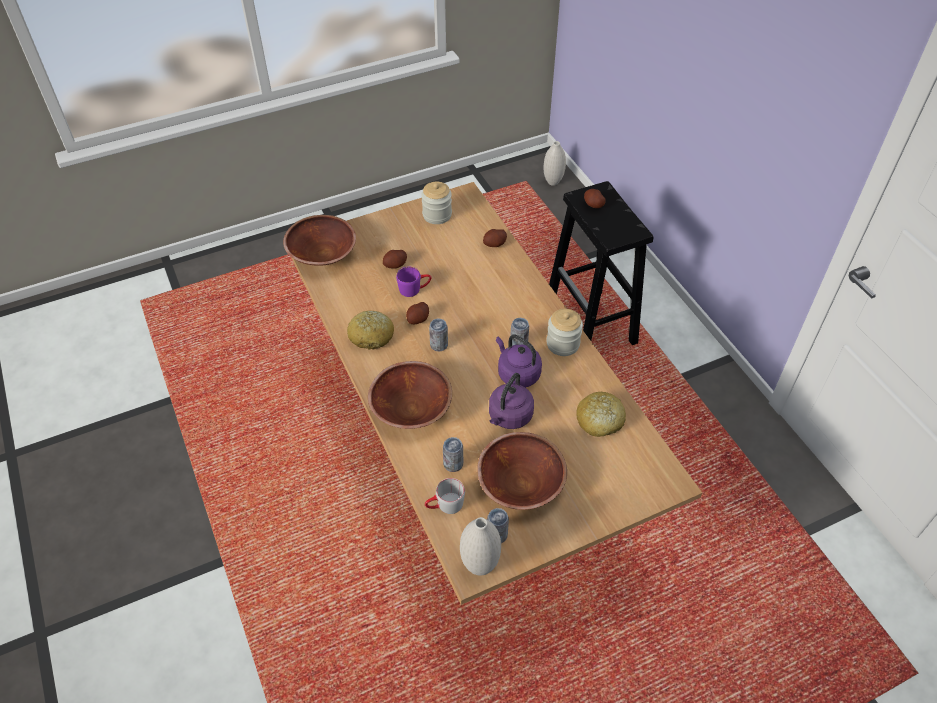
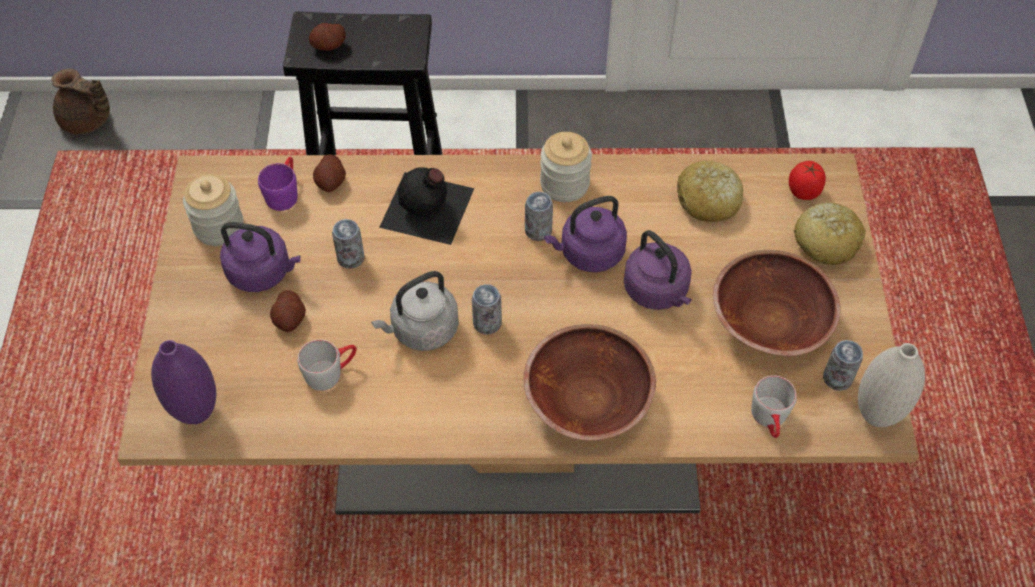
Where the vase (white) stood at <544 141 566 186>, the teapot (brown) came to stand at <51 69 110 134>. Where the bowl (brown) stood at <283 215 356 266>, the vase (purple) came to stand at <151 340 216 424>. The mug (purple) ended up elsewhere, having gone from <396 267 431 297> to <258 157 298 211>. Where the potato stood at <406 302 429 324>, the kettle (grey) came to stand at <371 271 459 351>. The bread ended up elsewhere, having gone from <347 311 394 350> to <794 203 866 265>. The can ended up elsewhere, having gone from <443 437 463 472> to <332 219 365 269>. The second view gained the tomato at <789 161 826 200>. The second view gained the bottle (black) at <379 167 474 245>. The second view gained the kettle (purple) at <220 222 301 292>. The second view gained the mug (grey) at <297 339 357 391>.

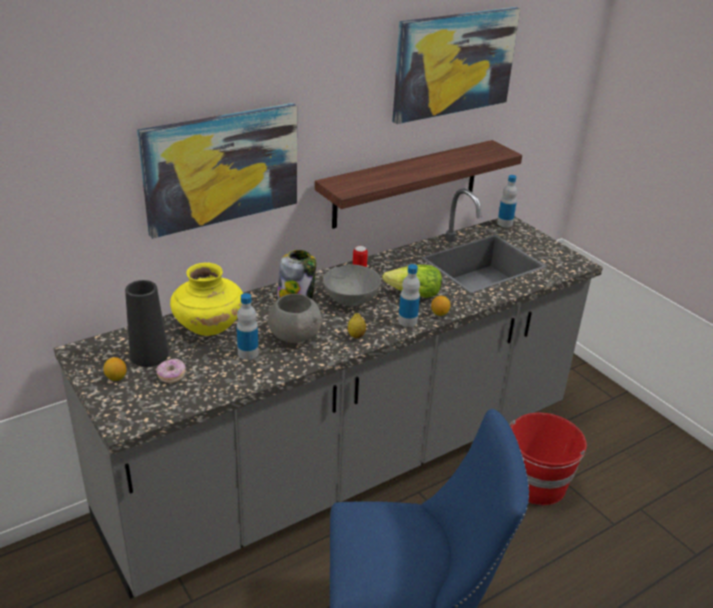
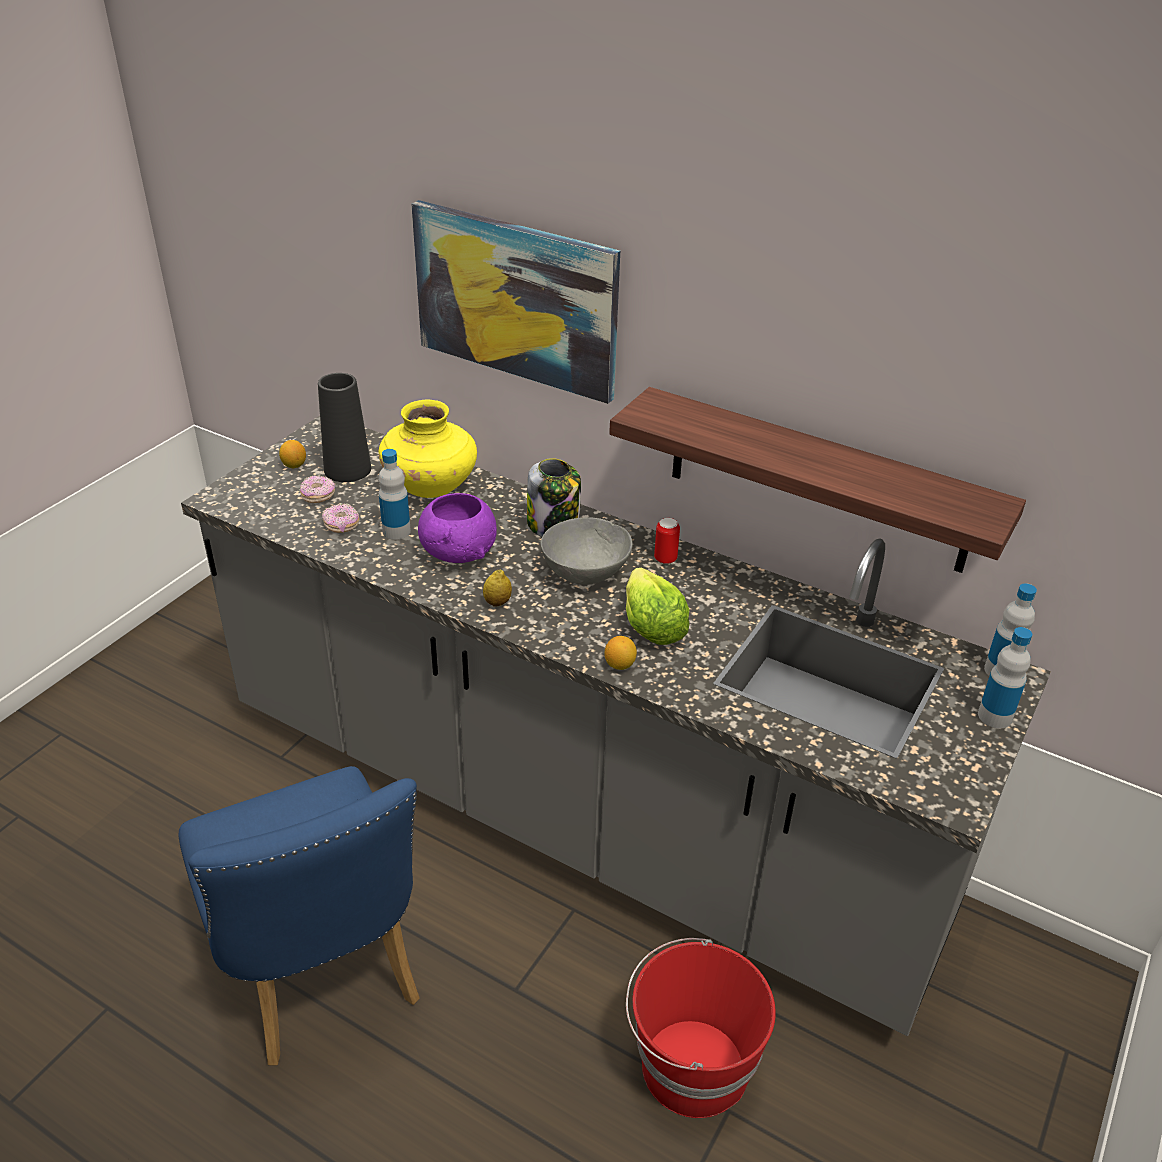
The second view lost the picture at <392 7 520 124>. The bottle ended up elsewhere, having gone from <398 264 420 327> to <978 627 1032 728>. What was the bowl (grey) at <268 294 323 343> turned into the bowl (purple) at <418 493 497 563>. The second view gained the donut at <322 503 359 533>.

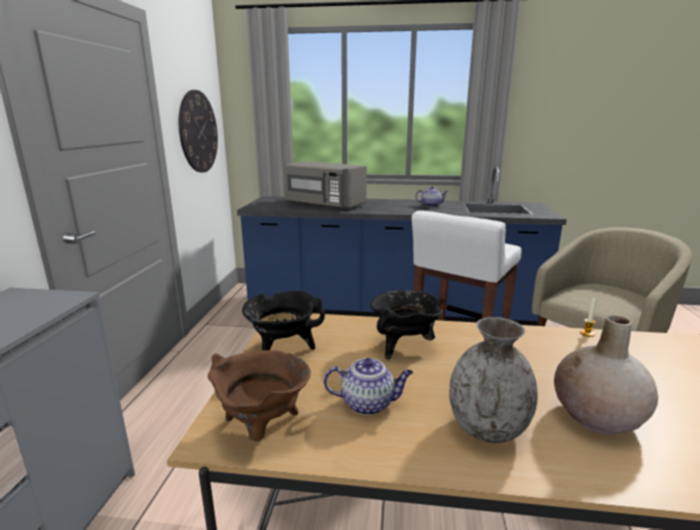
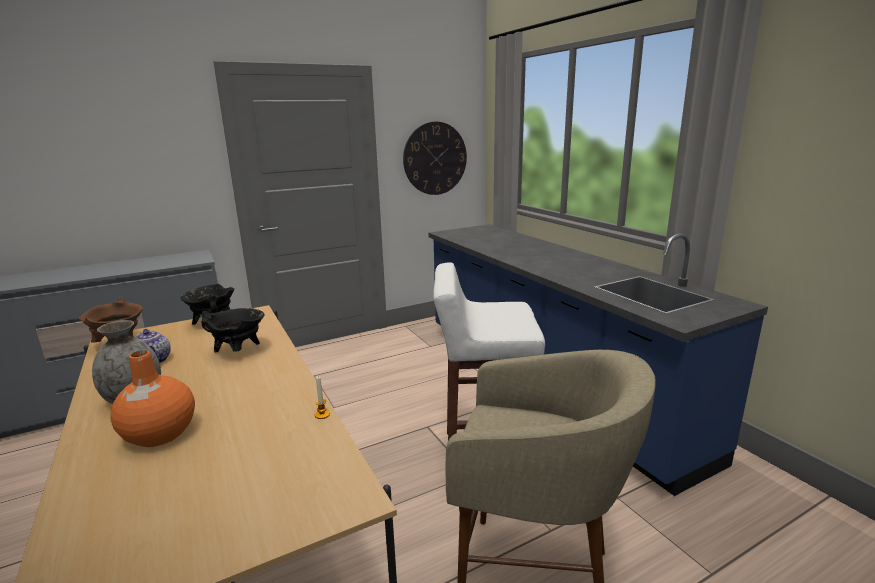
The second view lost the microwave (grey) at <284 161 367 210>. The second view lost the teapot at <415 186 448 207>. What was the vase (beige) at <554 315 658 435> turned into the vase (orange) at <110 350 195 447>.

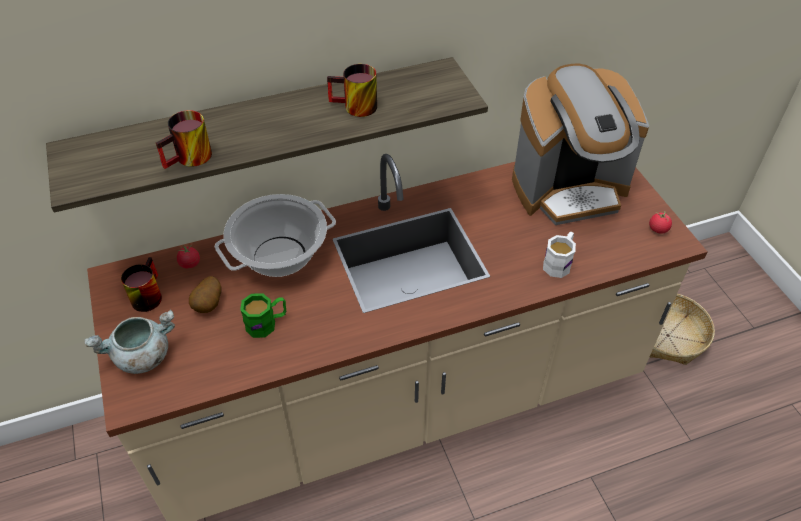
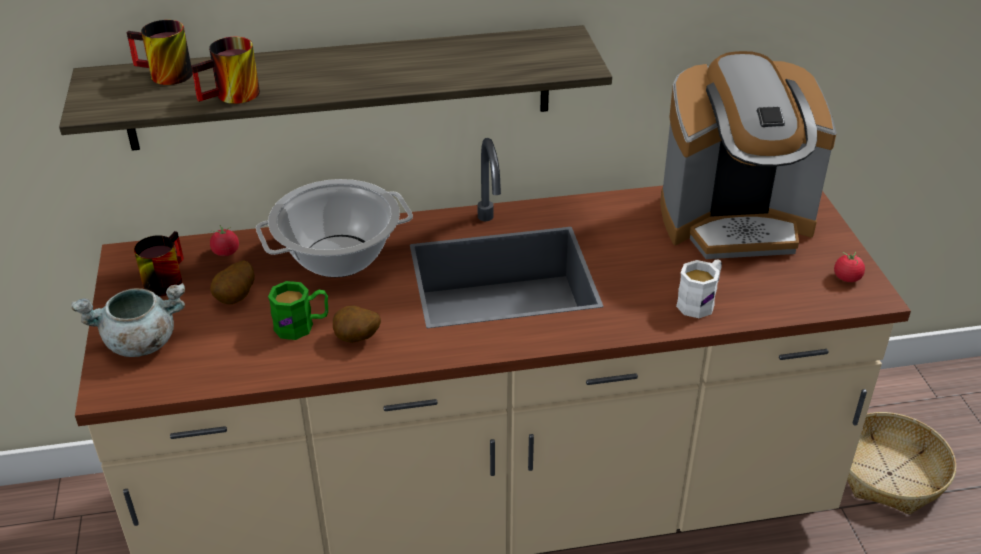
The mug ended up elsewhere, having gone from <327 64 377 117> to <126 20 193 85>. The second view gained the potato at <333 306 381 343>.

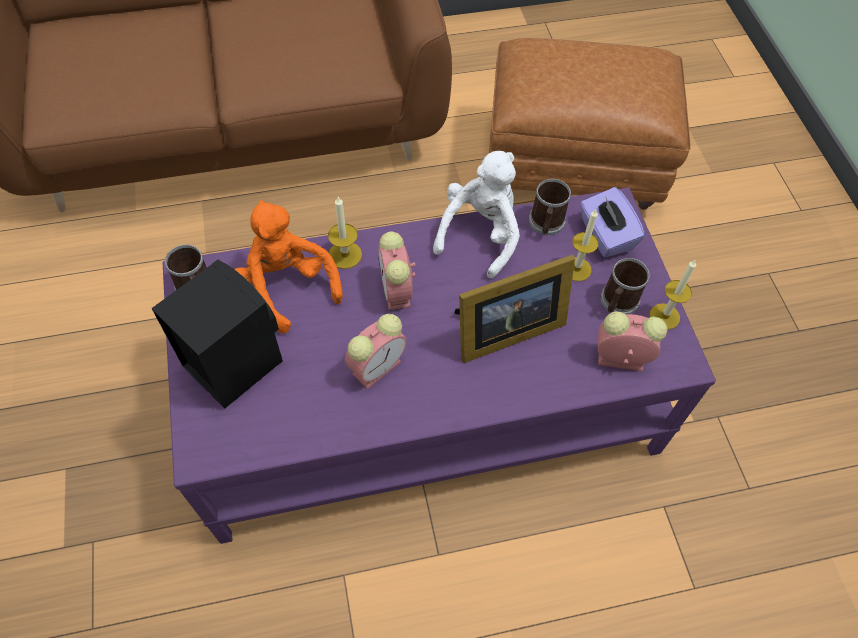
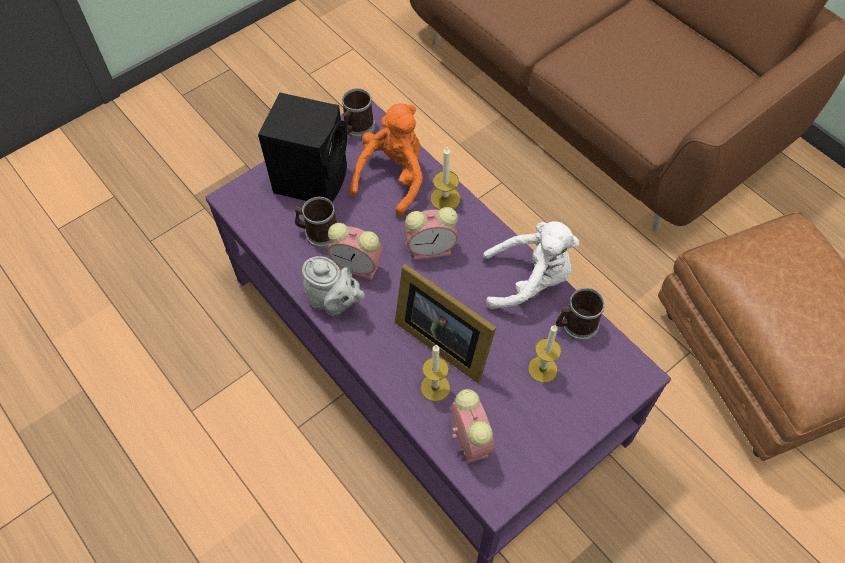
The second view lost the tissue box (purple) at <580 187 645 258>. The alarm clock at <378 232 416 311> ended up facing another way, 150 degrees counterclockwise from before. The mug ended up elsewhere, having gone from <601 258 650 314> to <294 197 337 248>. The candle ended up elsewhere, having gone from <650 259 696 330> to <421 345 450 402>. The second view gained the teapot (grey) at <302 256 365 316>.

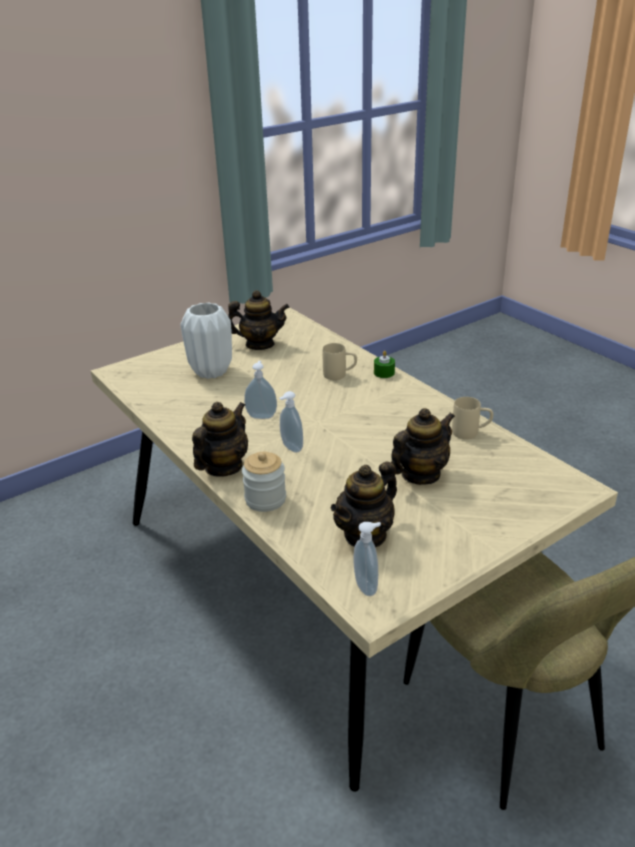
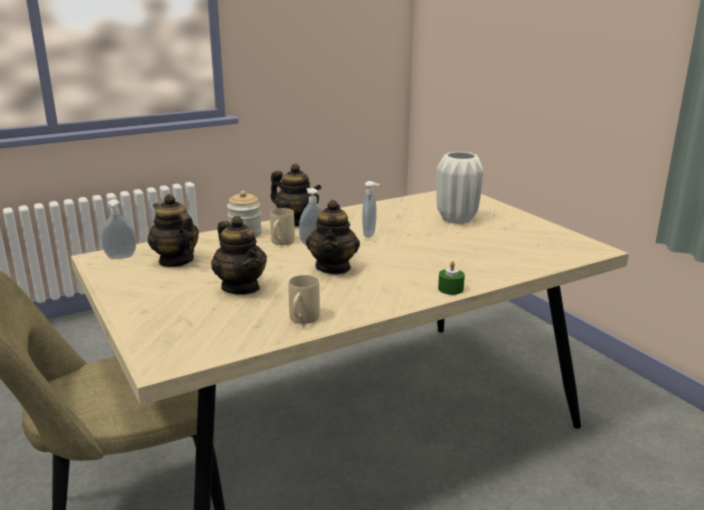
The teapot ended up elsewhere, having gone from <228 290 290 350> to <306 200 360 274>. The mug (beige) ended up elsewhere, having gone from <323 343 357 380> to <270 208 295 245>.

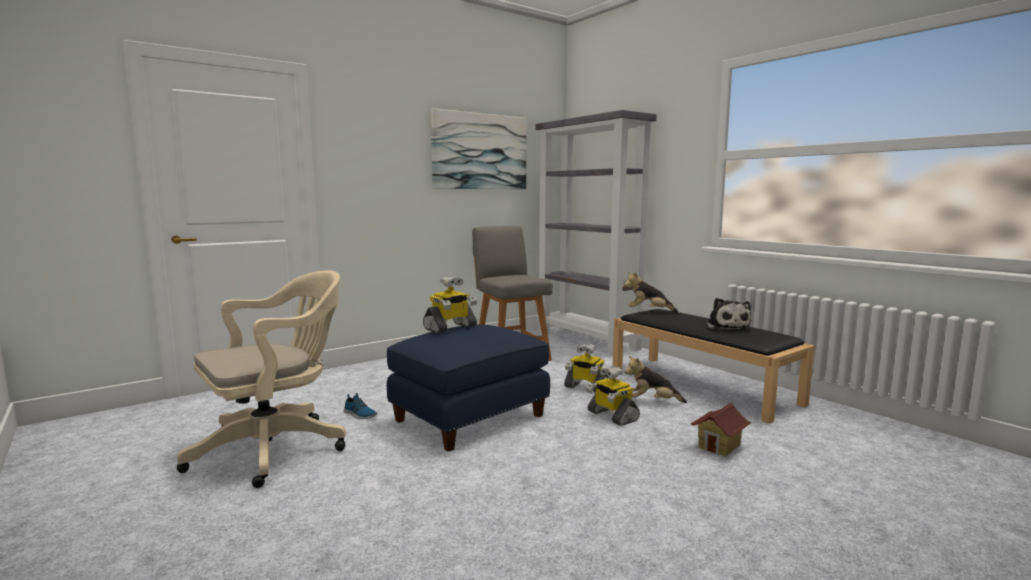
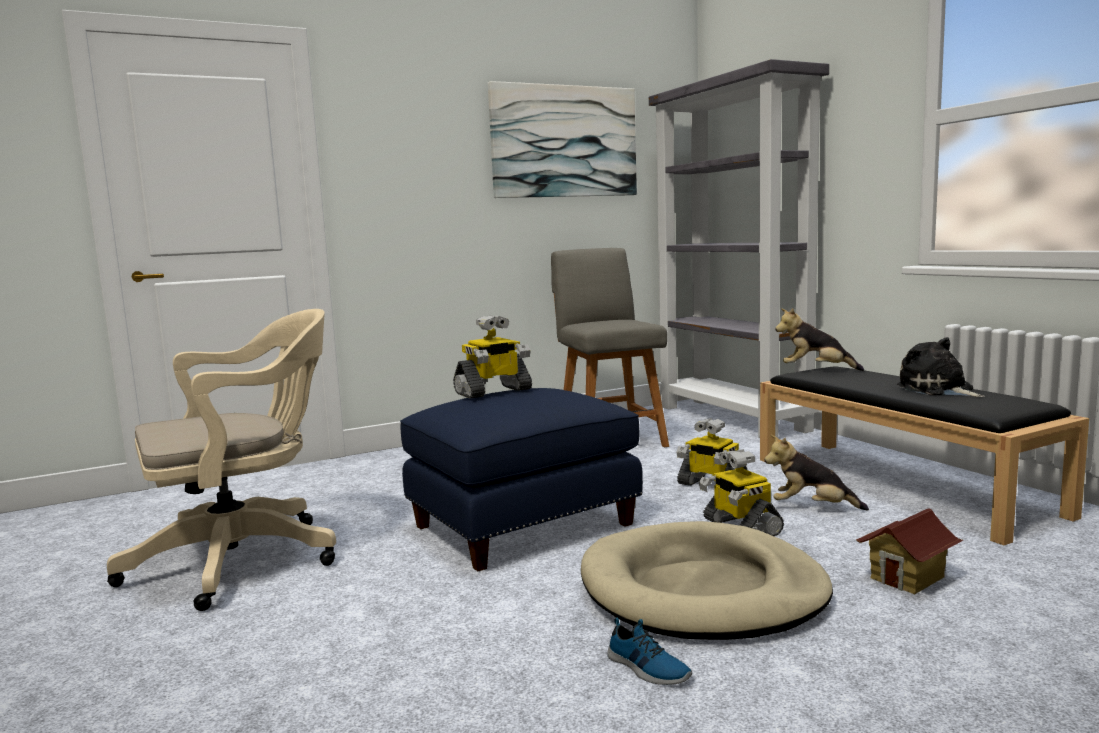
The plush toy at <705 298 751 330> ended up facing another way, 150 degrees clockwise from before. The shoe ended up elsewhere, having gone from <344 393 377 419> to <607 618 692 685>. The second view gained the dog bed (beige) at <581 521 833 640>.

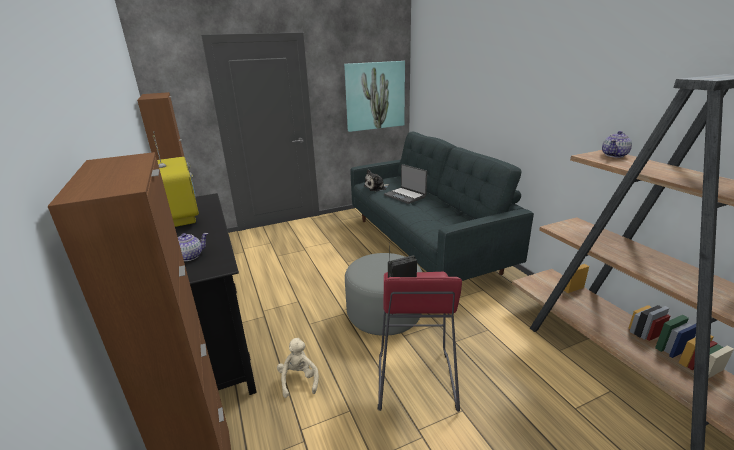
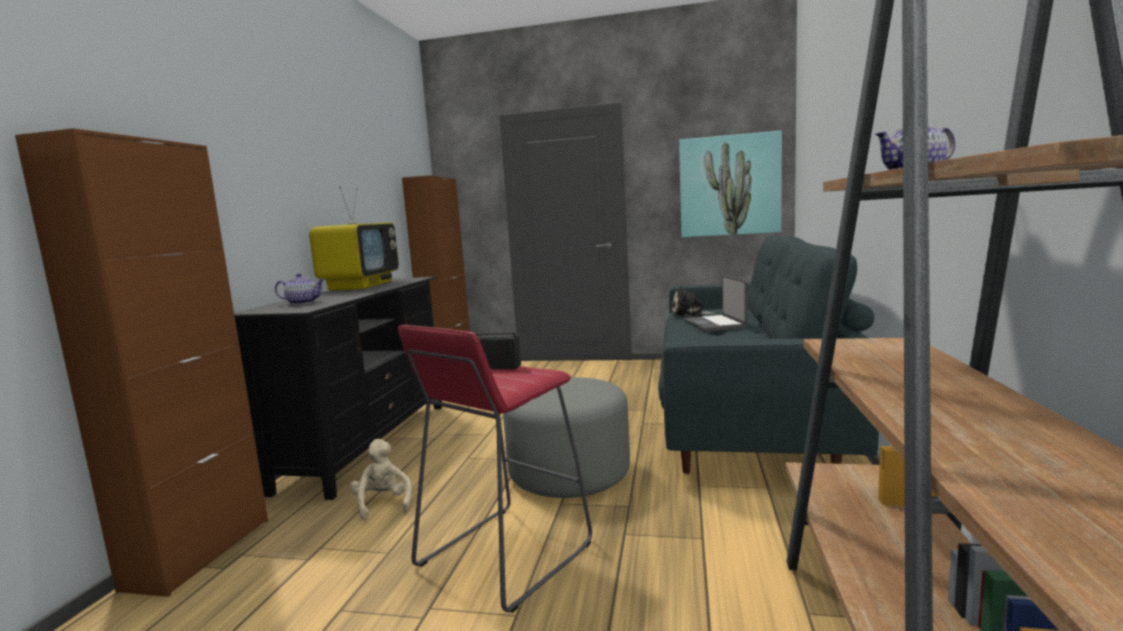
The plush toy (beige) at <277 338 319 398> ended up facing another way, 45 degrees counterclockwise from before.

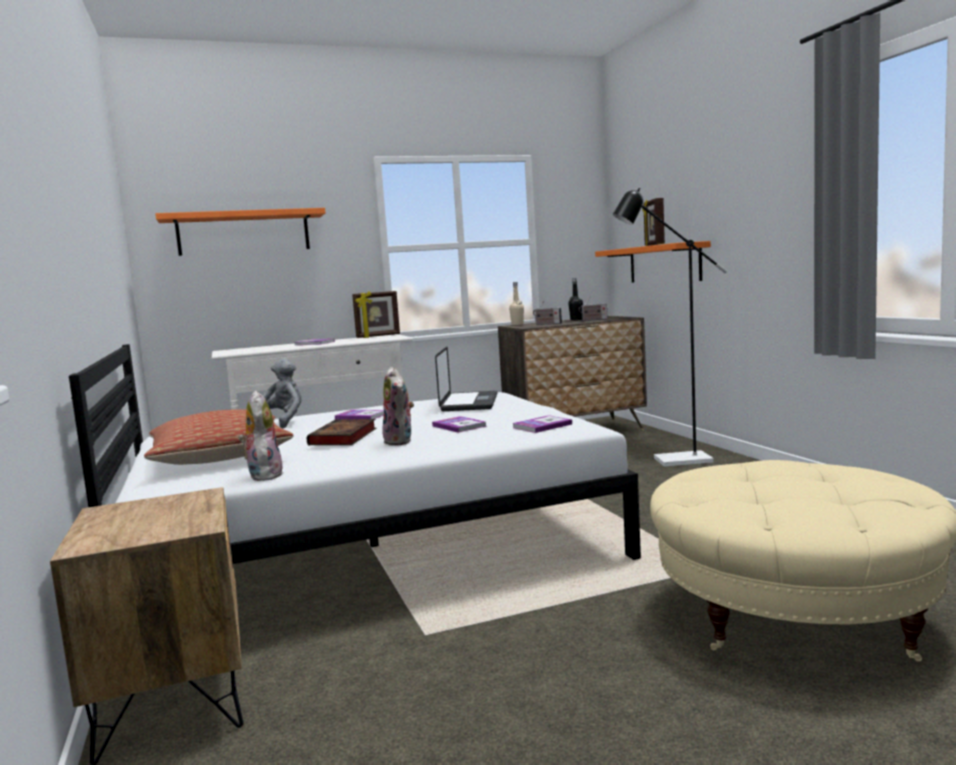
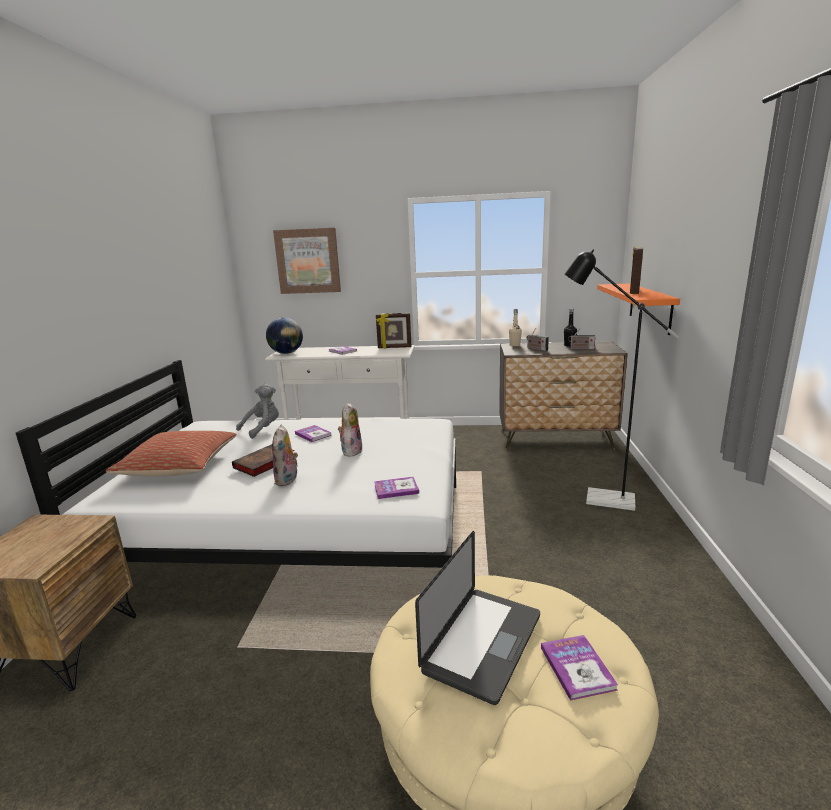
Where the shelf (orange) hung at <155 208 326 256>, the picture came to hang at <273 228 341 294>. The laptop ended up elsewhere, having gone from <435 347 497 411> to <415 531 540 705>. The plush toy ended up elsewhere, having gone from <239 391 283 481> to <338 402 363 457>. The book ended up elsewhere, having gone from <432 416 487 433> to <541 635 618 701>. The second view gained the globe at <266 317 303 354>.

